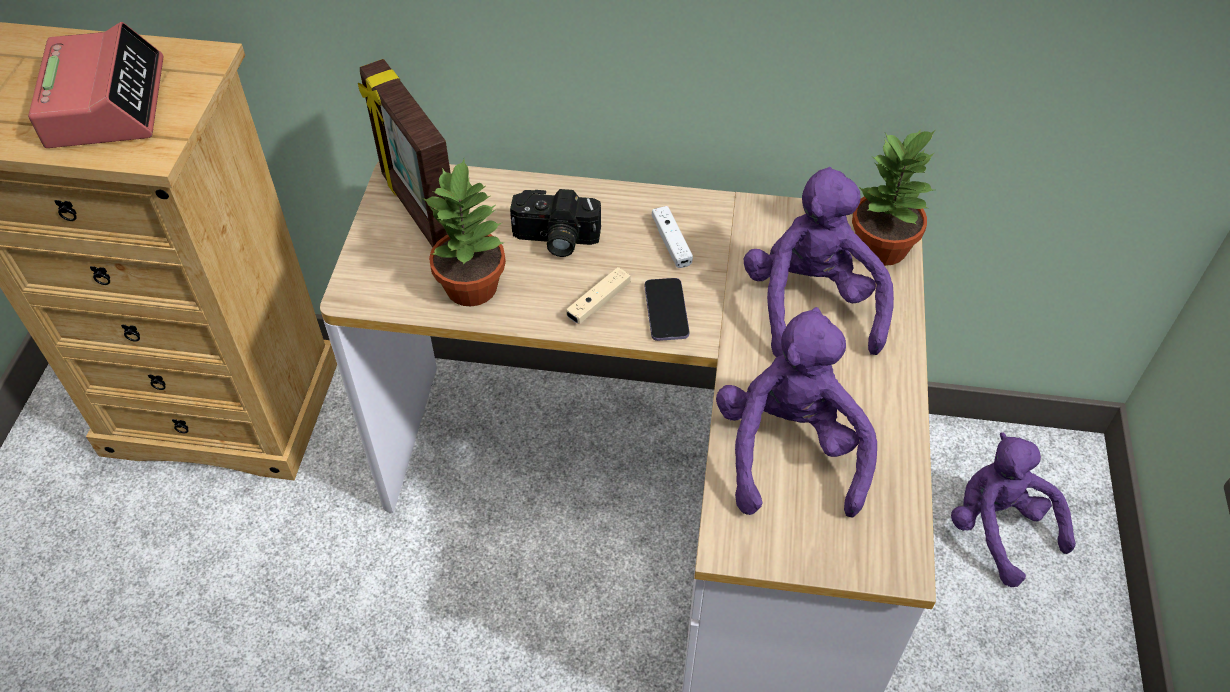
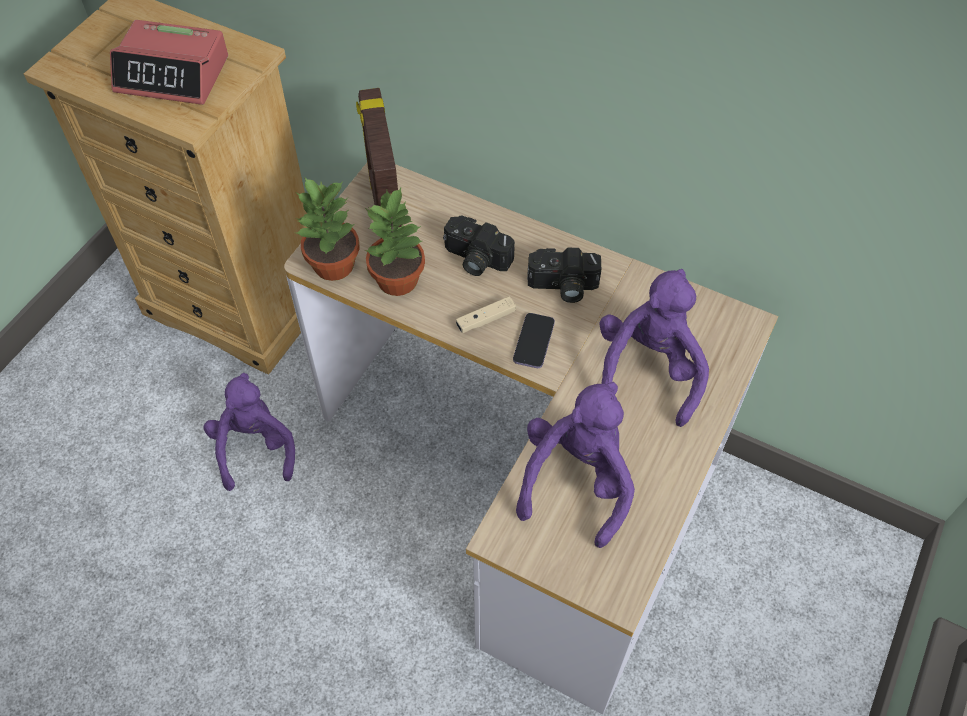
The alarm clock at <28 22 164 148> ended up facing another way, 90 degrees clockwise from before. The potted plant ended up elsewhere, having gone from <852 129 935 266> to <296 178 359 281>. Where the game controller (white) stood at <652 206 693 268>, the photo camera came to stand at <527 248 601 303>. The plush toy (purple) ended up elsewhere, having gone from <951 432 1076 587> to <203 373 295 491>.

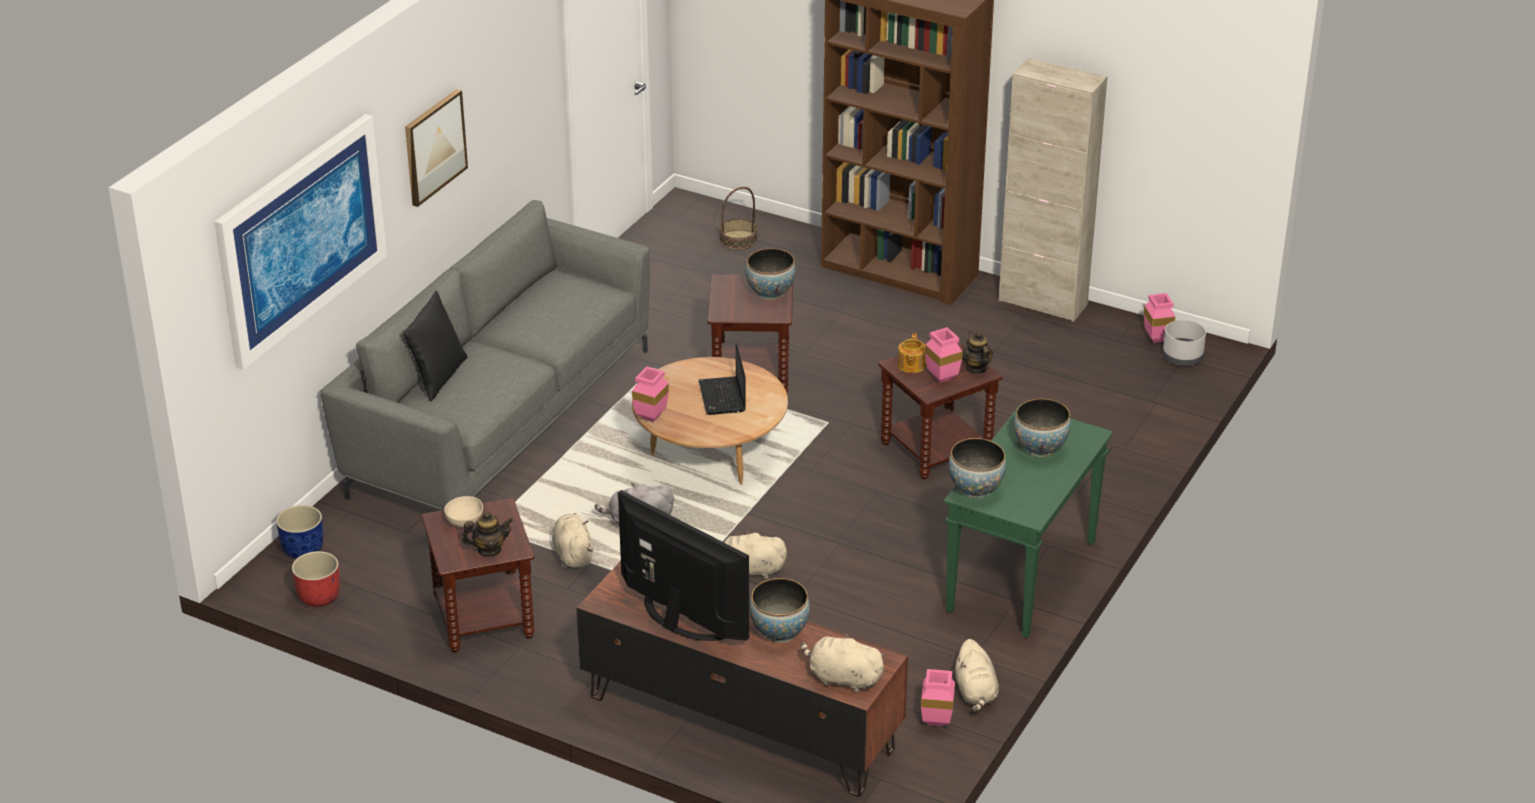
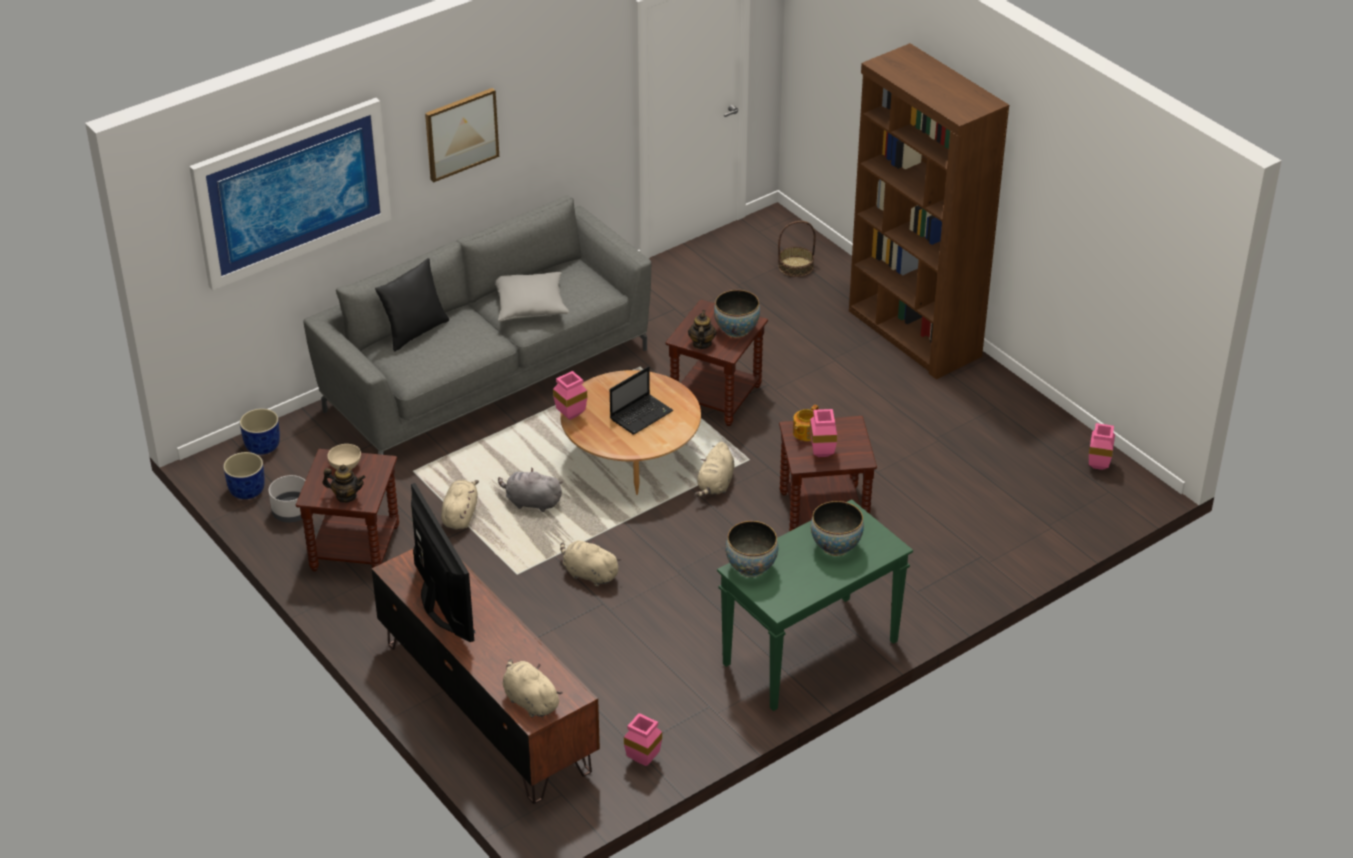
The second view lost the cabinet (beige) at <999 58 1107 322>. The planter (grey) ended up elsewhere, having gone from <1163 320 1206 366> to <269 475 305 522>. The teapot ended up elsewhere, having gone from <962 331 993 374> to <688 310 717 349>. The laptop at <699 344 746 415> ended up facing another way, 150 degrees counterclockwise from before. What was the planter (red) at <292 551 340 607> turned into the planter (blue) at <223 452 265 499>. The second view lost the bowl at <749 578 810 643>. The plush toy (beige) ended up elsewhere, having gone from <955 639 999 712> to <695 442 734 497>. The second view gained the pillow (grey) at <495 272 569 321>.

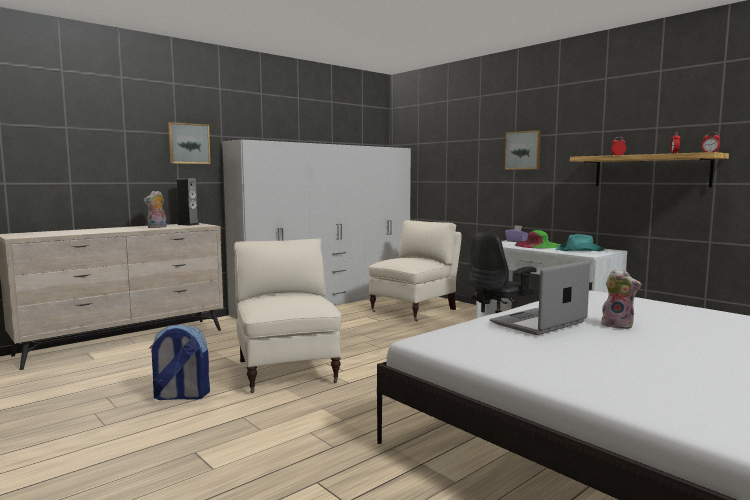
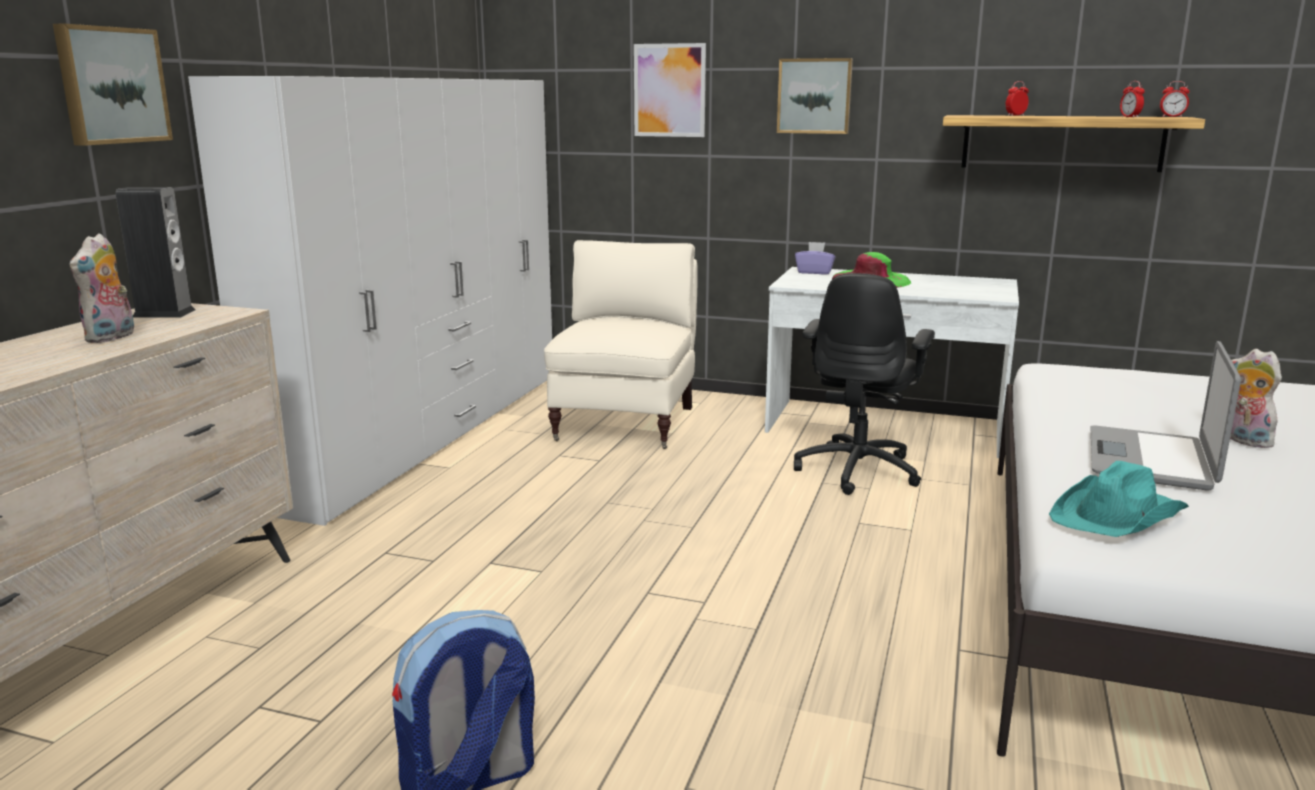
The hat (turquoise) ended up elsewhere, having gone from <556 234 605 251> to <1049 461 1189 537>. The second view lost the armchair (beige) at <234 239 342 393>. The plush toy at <601 269 642 329> ended up facing another way, 120 degrees counterclockwise from before. The second view gained the picture at <634 43 706 137>.

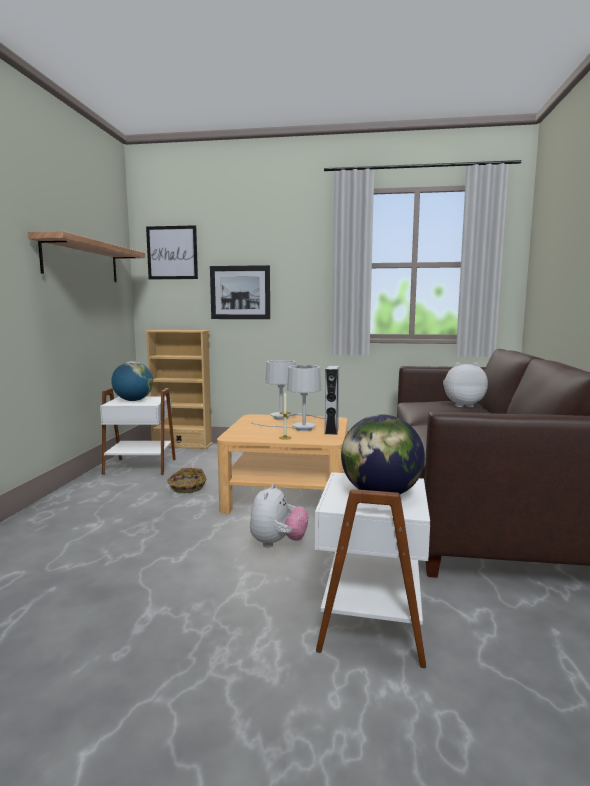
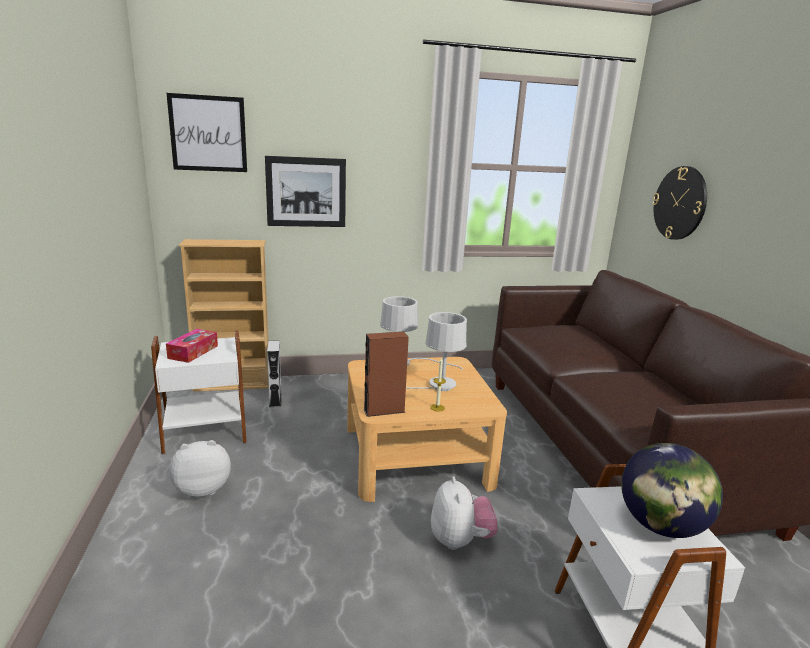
The second view lost the shelf at <28 231 145 282>. Where the globe stood at <111 361 153 401>, the tissue box came to stand at <166 329 218 363>. The plush toy ended up elsewhere, having gone from <443 362 488 407> to <169 440 231 498>. The speaker (grey) ended up elsewhere, having gone from <325 366 339 435> to <267 340 282 407>. The second view lost the basket at <167 468 206 493>. The second view gained the wall clock at <652 166 707 240>. The second view gained the speaker (brown) at <364 332 409 417>.

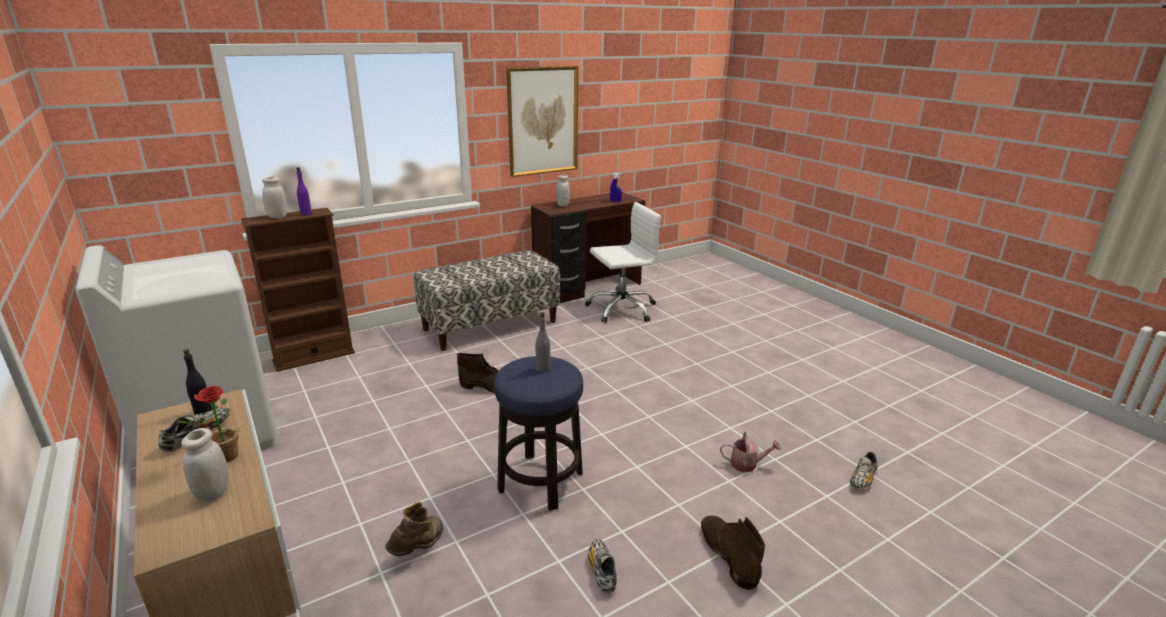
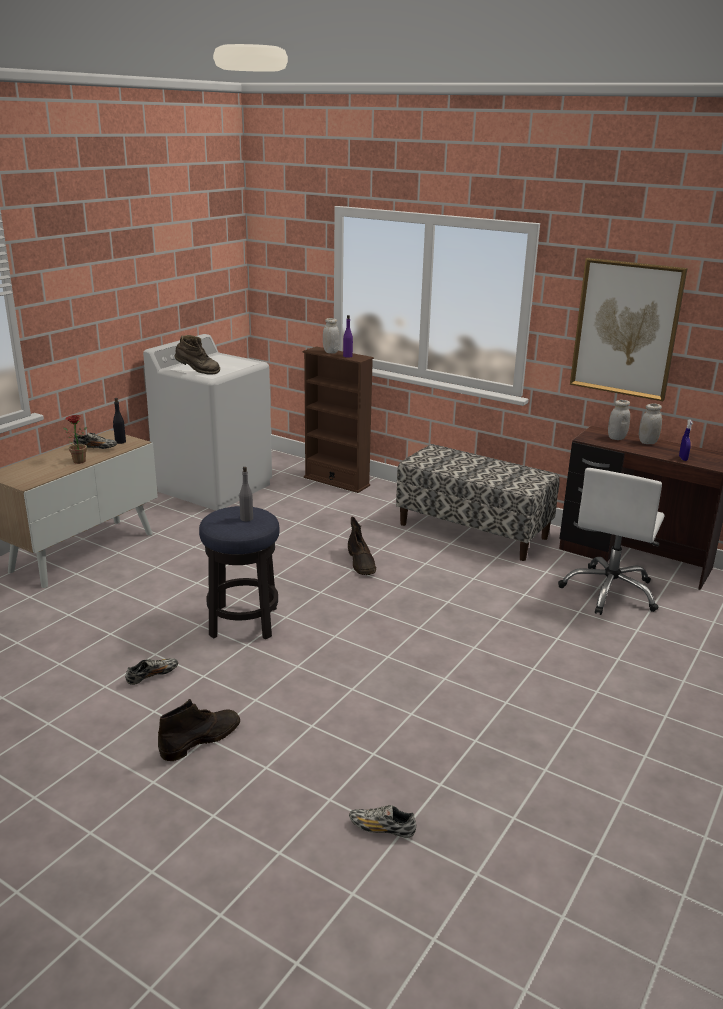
The office chair (white) at <585 202 661 323> ended up facing another way, 75 degrees clockwise from before. The jar (white) ended up elsewhere, having gone from <181 428 229 502> to <639 403 662 444>. The second view lost the watering can at <720 431 781 472>. The boot (brown) ended up elsewhere, having gone from <385 502 444 556> to <175 335 220 375>.

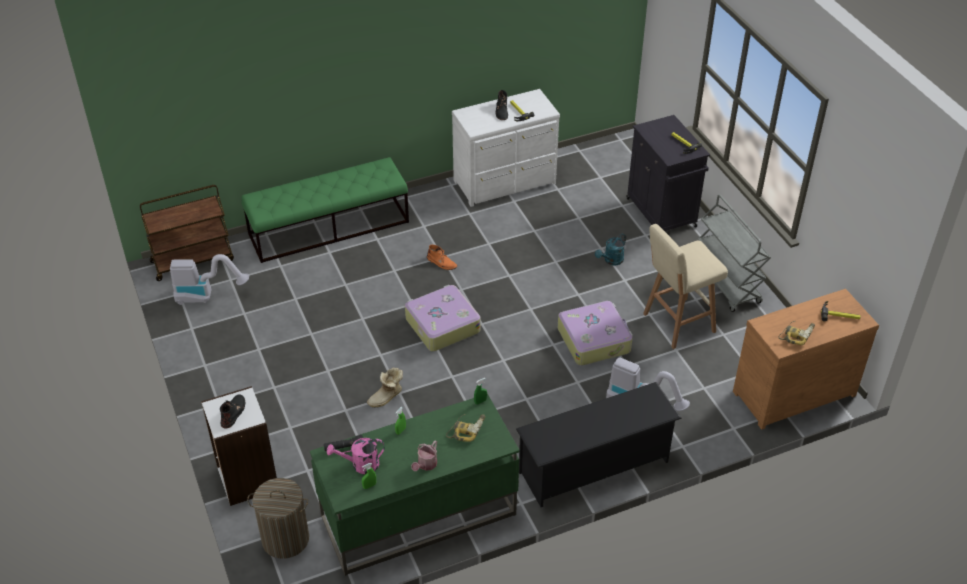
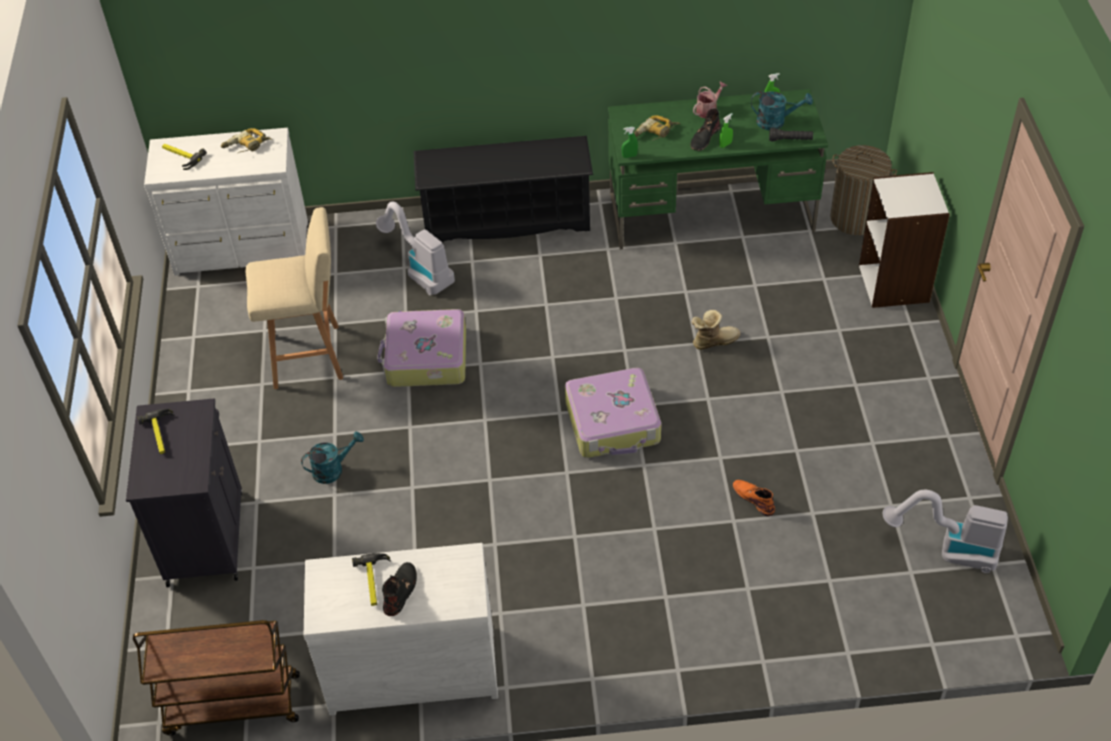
The second view lost the bench (green) at <241 157 409 263>. The cart (brown) ended up elsewhere, having gone from <140 185 234 281> to <133 620 300 735>. The second view lost the cart (grey) at <698 195 771 312>. The boot (orange) ended up elsewhere, having gone from <427 245 457 270> to <733 480 775 516>. What was the dresser (brown) at <733 289 879 429> turned into the dresser (white) at <144 128 308 276>. The boot (black) ended up elsewhere, having gone from <220 394 245 428> to <691 108 721 151>. What was the watering can (pink) at <327 438 385 474> turned into the watering can (turquoise) at <751 91 813 130>.

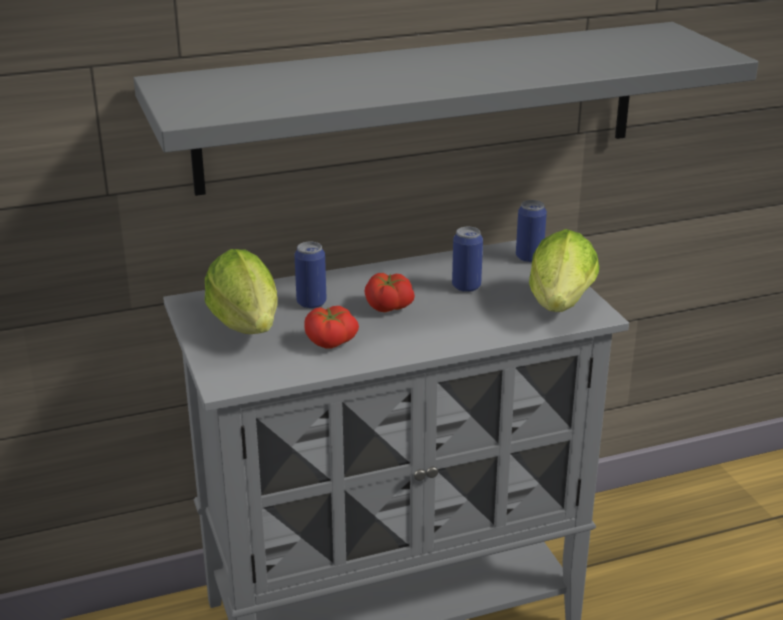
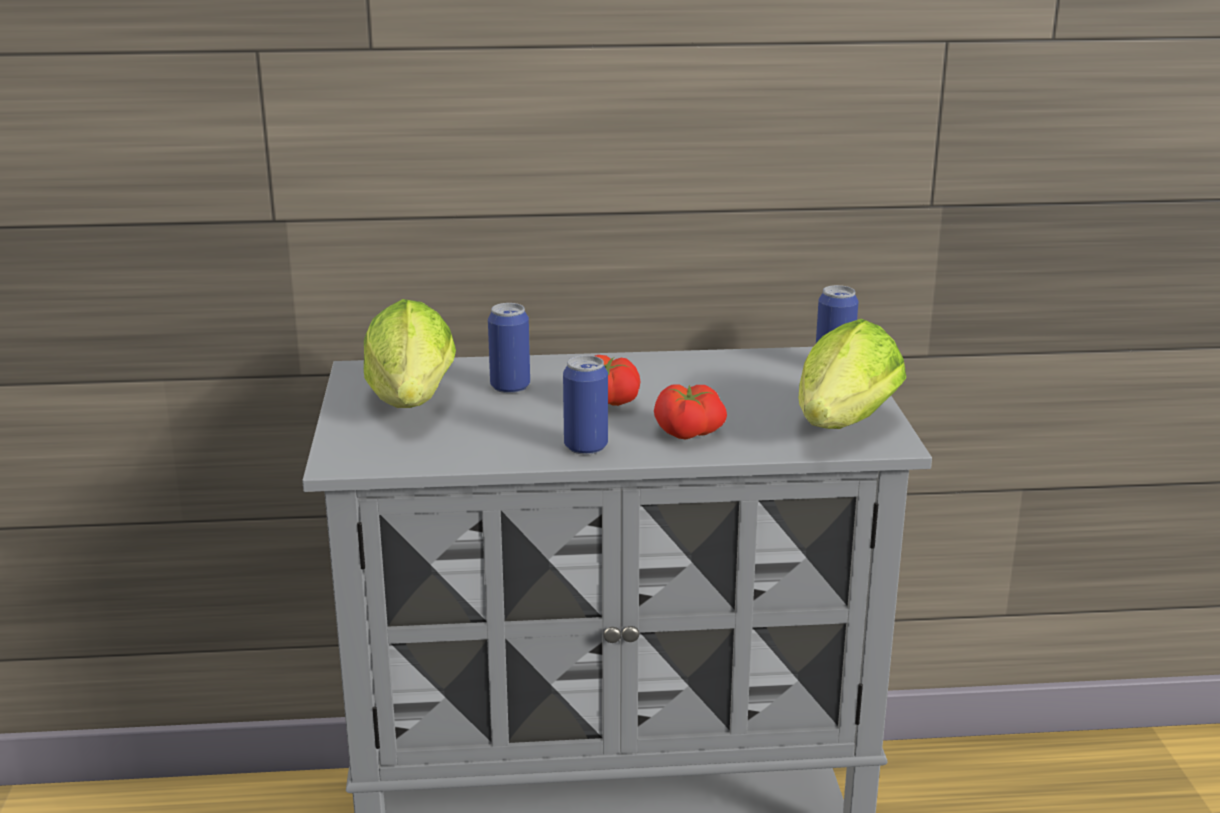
The second view lost the shelf (grey) at <133 22 759 196>. The can ended up elsewhere, having gone from <452 227 483 292> to <563 355 608 455>. The tomato ended up elsewhere, having gone from <304 306 359 349> to <654 385 727 439>.

